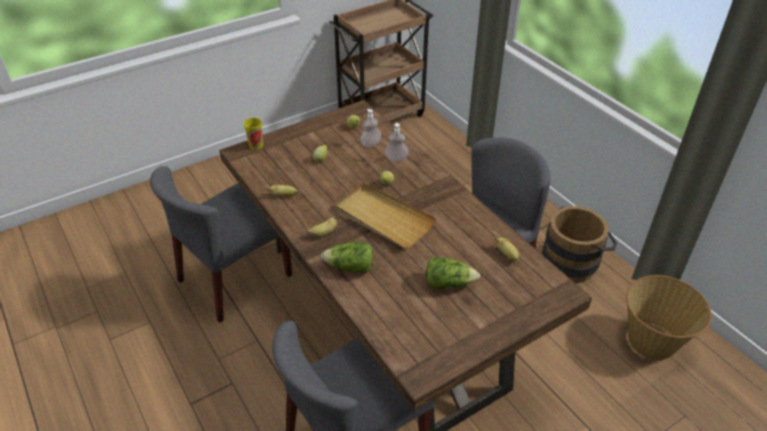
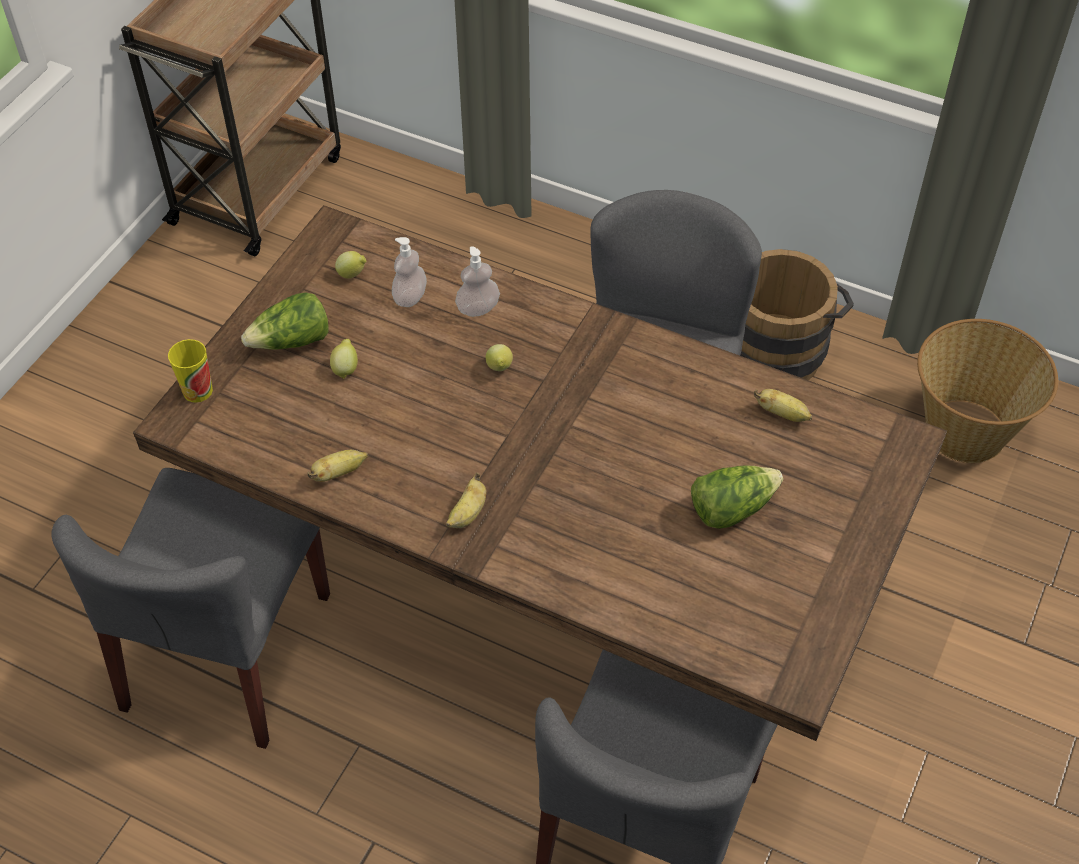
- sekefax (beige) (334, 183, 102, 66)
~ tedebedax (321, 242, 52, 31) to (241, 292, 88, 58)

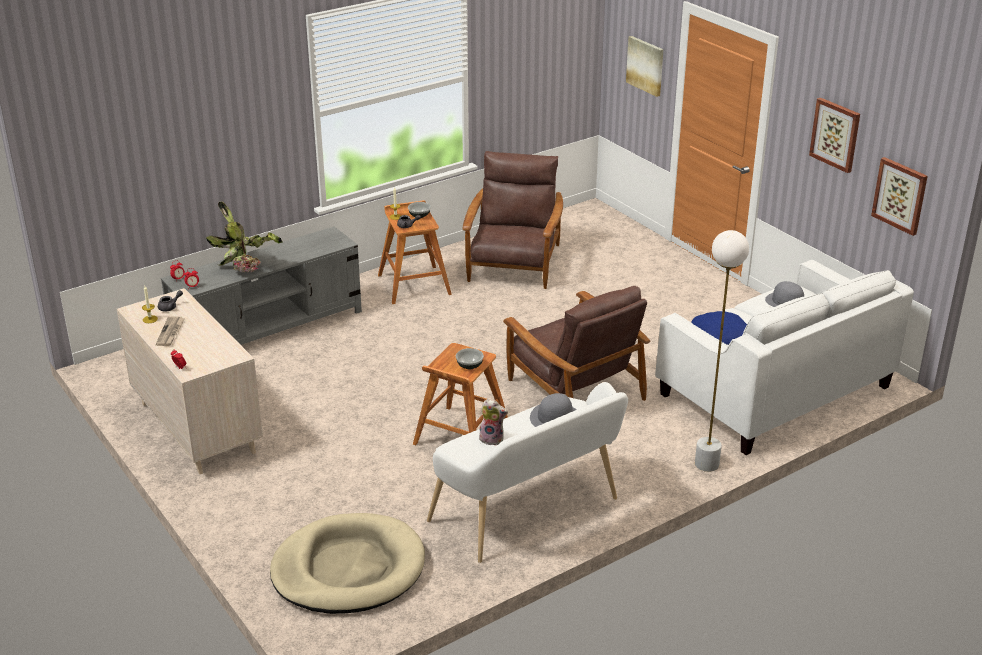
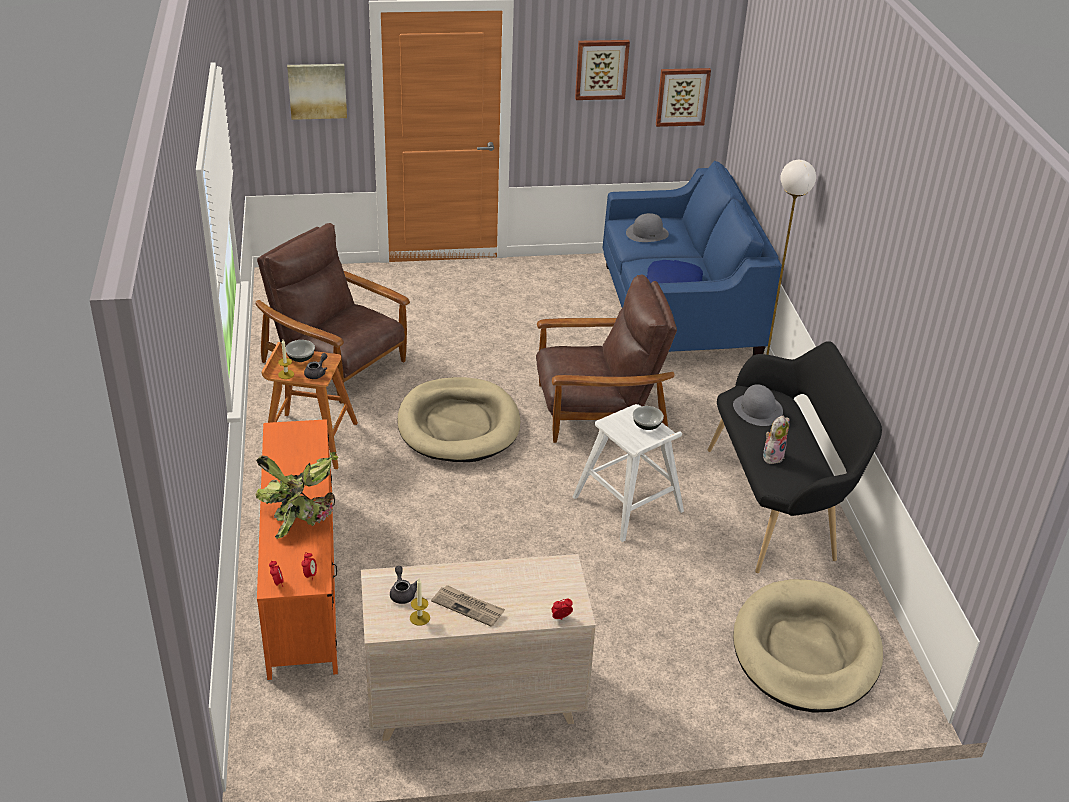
+ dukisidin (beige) (398, 377, 122, 85)
~ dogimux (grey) (161, 227, 201, 118) to dogimux (orange) (257, 419, 81, 261)
~ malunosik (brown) (413, 343, 95, 102) to malunosik (white) (573, 404, 111, 138)
~ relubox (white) (427, 382, 201, 181) to relubox (black) (708, 341, 174, 232)
~ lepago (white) (655, 260, 259, 195) to lepago (blue) (603, 161, 179, 194)

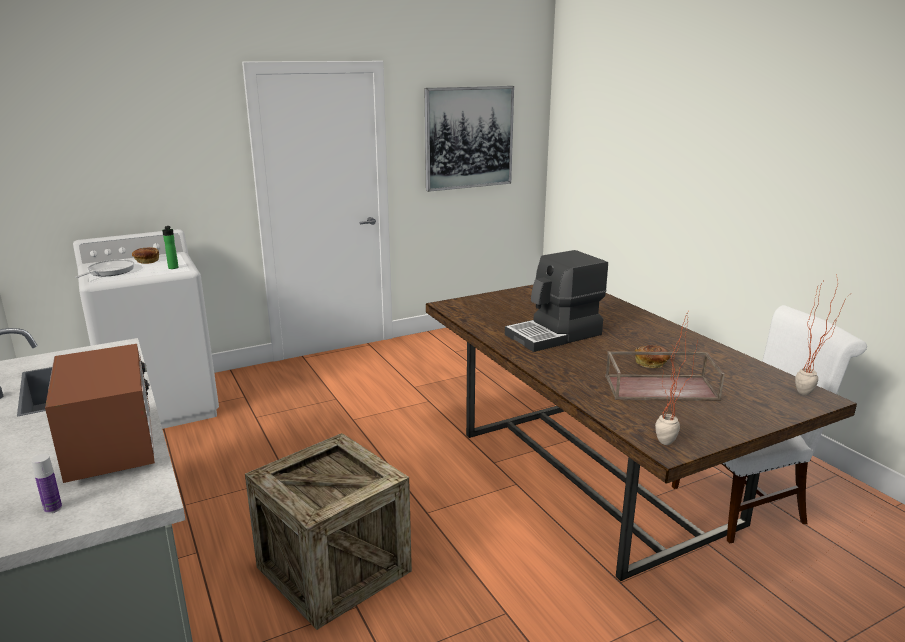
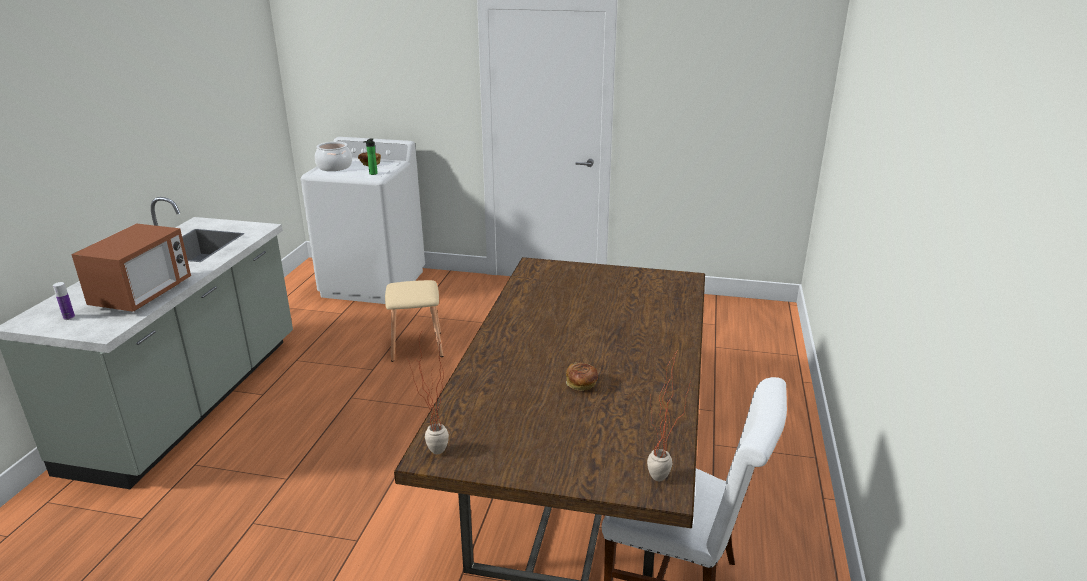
- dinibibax (245, 433, 167, 197)
- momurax (424, 86, 90, 106)
- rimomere (505, 250, 103, 102)
- sekefax (brown) (605, 351, 120, 50)
+ malunosik (beige) (385, 280, 59, 82)
~ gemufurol (75, 259, 59, 19) to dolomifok (315, 142, 37, 29)

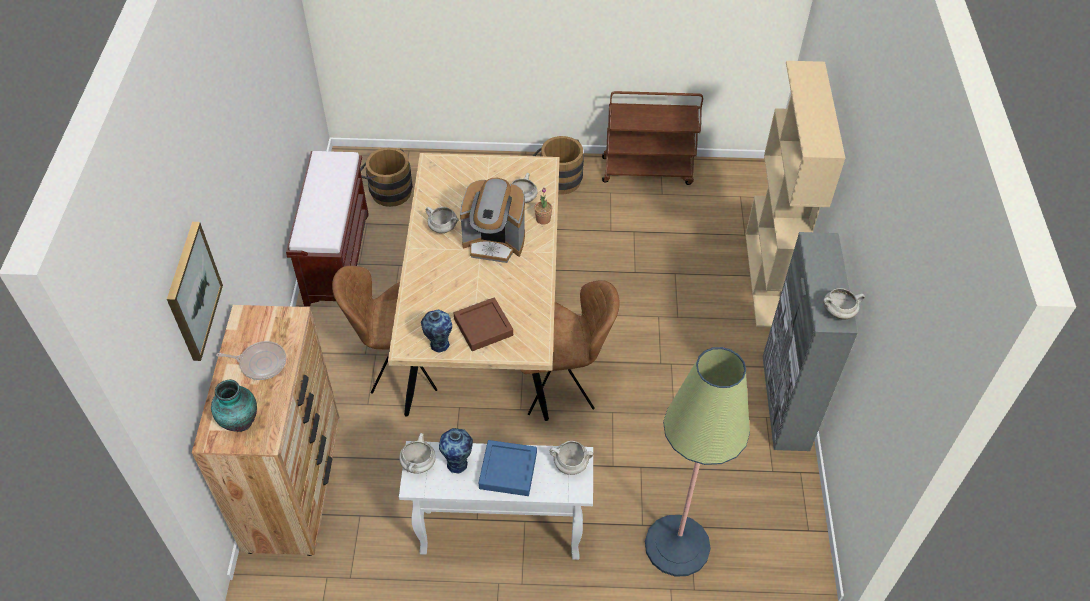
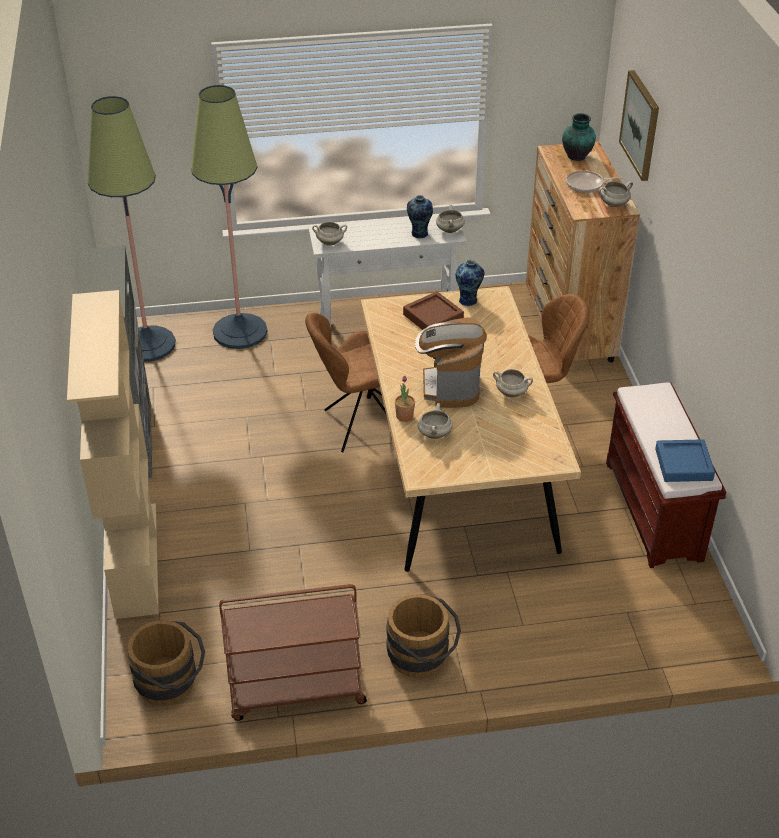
+ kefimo (88, 96, 88, 266)
~ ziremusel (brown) (360, 147, 53, 60) to (127, 620, 78, 85)
~ sekefax (blue) (479, 440, 58, 56) to (655, 439, 60, 43)
~ dolomifok (white) (823, 288, 42, 32) to (599, 181, 34, 26)
~ rimomere (460, 178, 65, 85) = (415, 317, 72, 91) 90 degrees counterclockwise

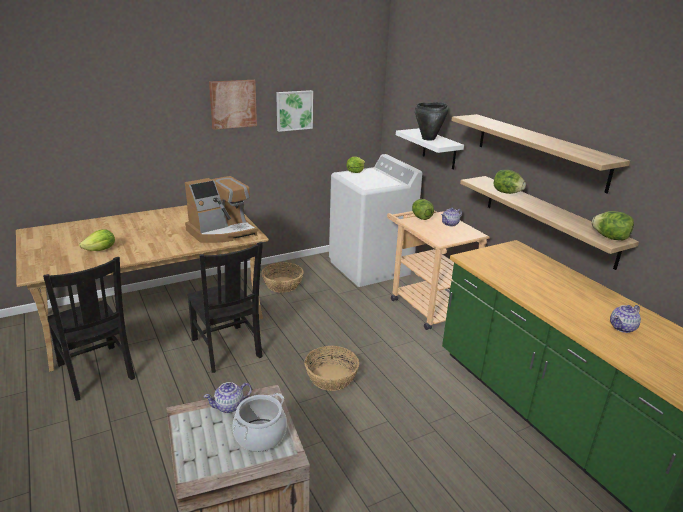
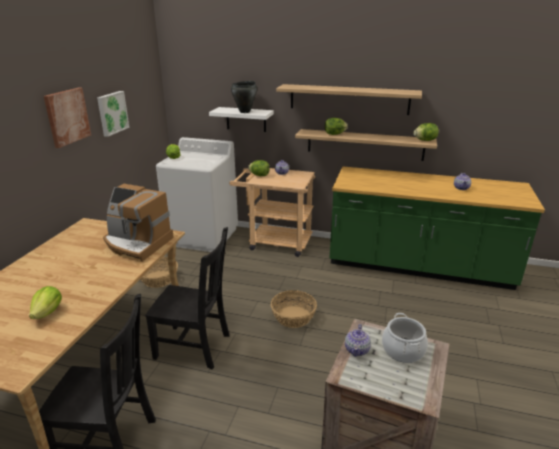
~ rimomere (185, 176, 74, 67) = (103, 184, 71, 78) 105 degrees clockwise

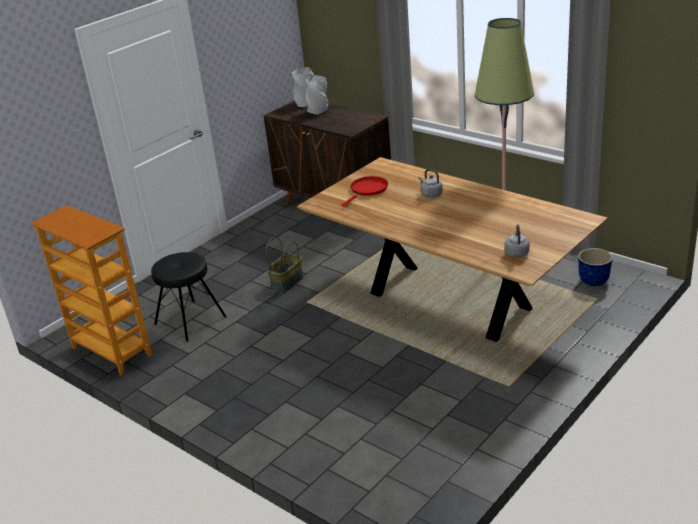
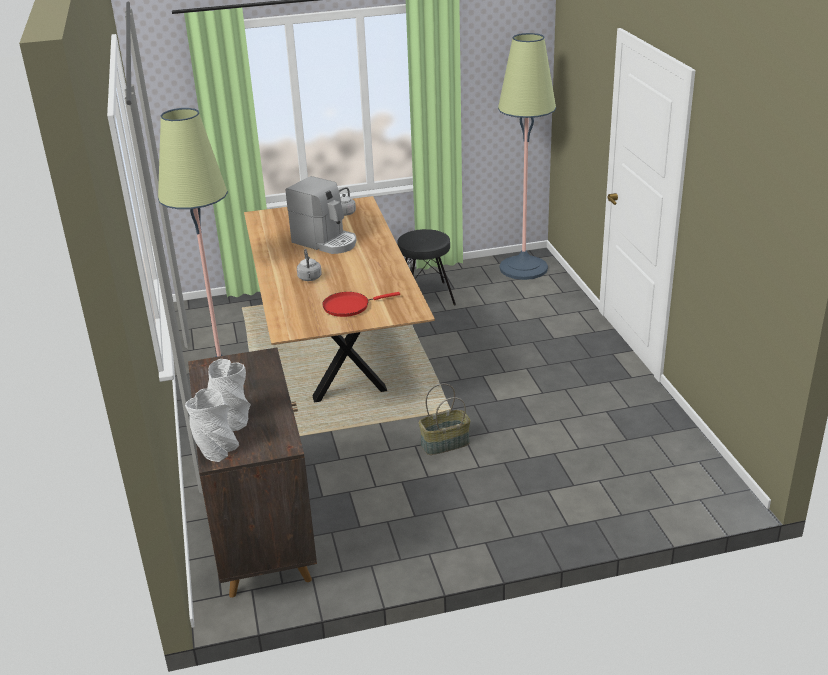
- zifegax (30, 205, 122, 170)
- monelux (578, 248, 35, 38)
+ rimomere (286, 176, 70, 78)
+ kefimo (498, 33, 58, 247)
~ malunosik (black) (151, 252, 76, 90) to (397, 229, 59, 76)

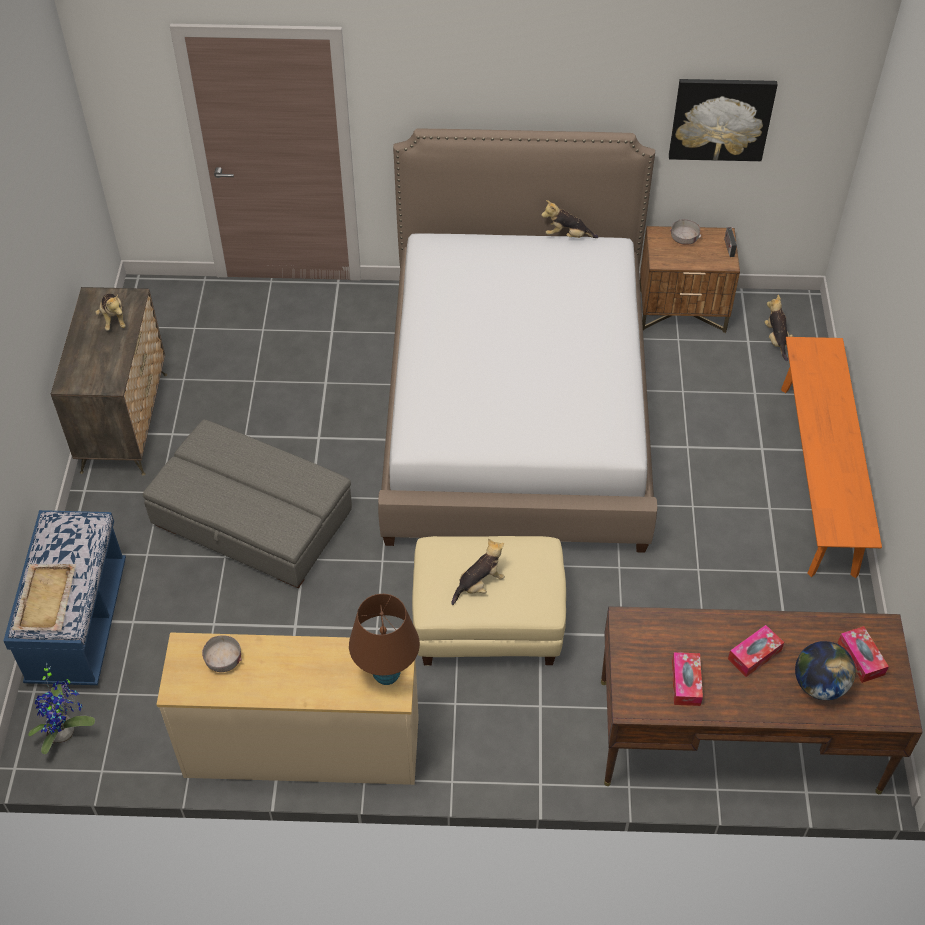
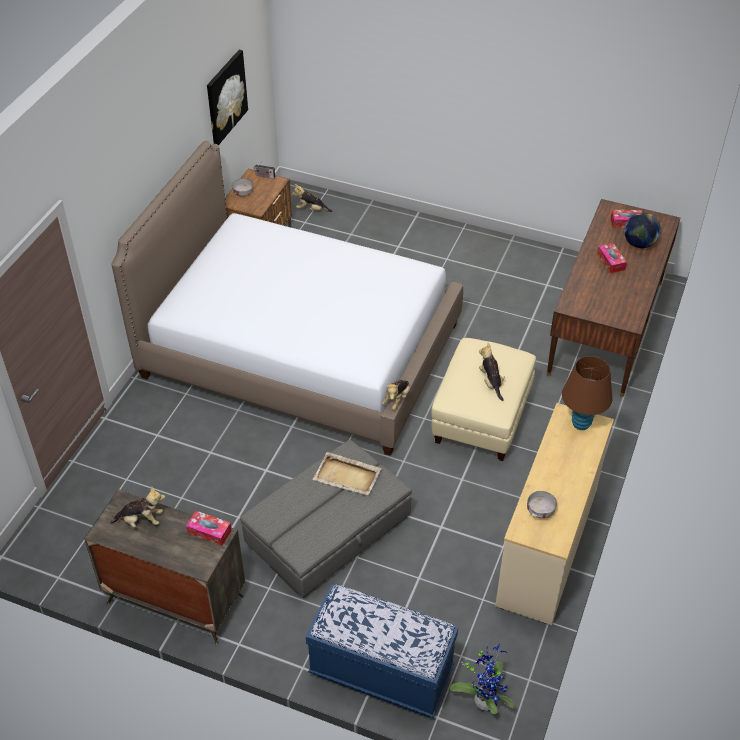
- relubox (orange) (781, 337, 101, 241)
~ sekefax (beige) (12, 564, 64, 67) to (313, 452, 68, 43)
~ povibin (541, 200, 57, 38) to (382, 380, 28, 30)
~ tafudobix (672, 652, 31, 54) to (186, 511, 46, 35)

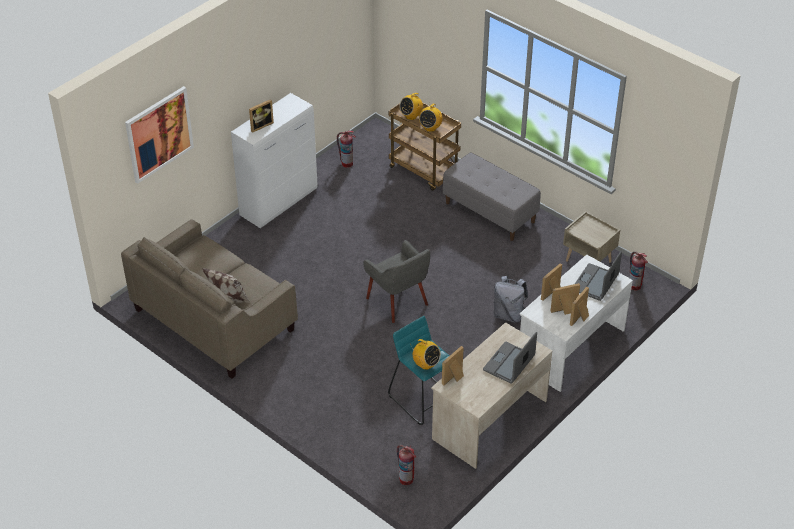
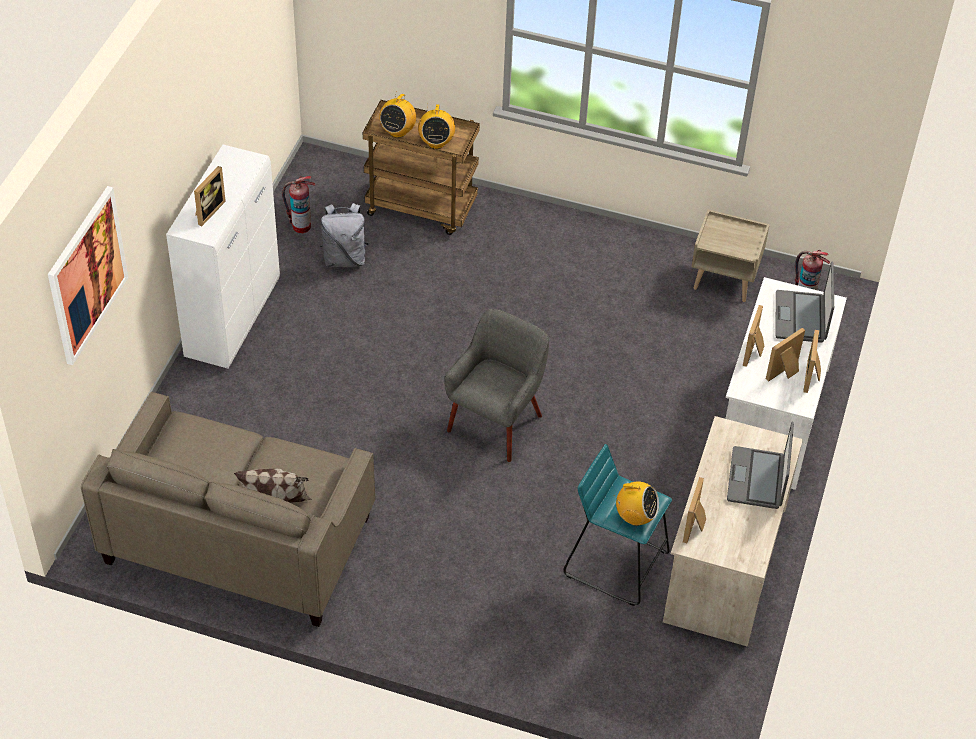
- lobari (397, 444, 20, 41)
- relubox (grey) (443, 152, 98, 89)
~ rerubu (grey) (493, 276, 35, 47) to (320, 203, 49, 64)
~ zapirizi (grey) (363, 240, 67, 83) = (445, 309, 104, 153) 90 degrees counterclockwise

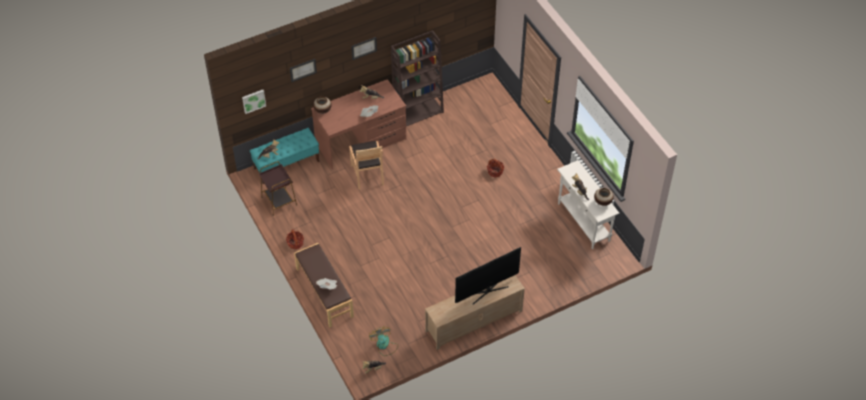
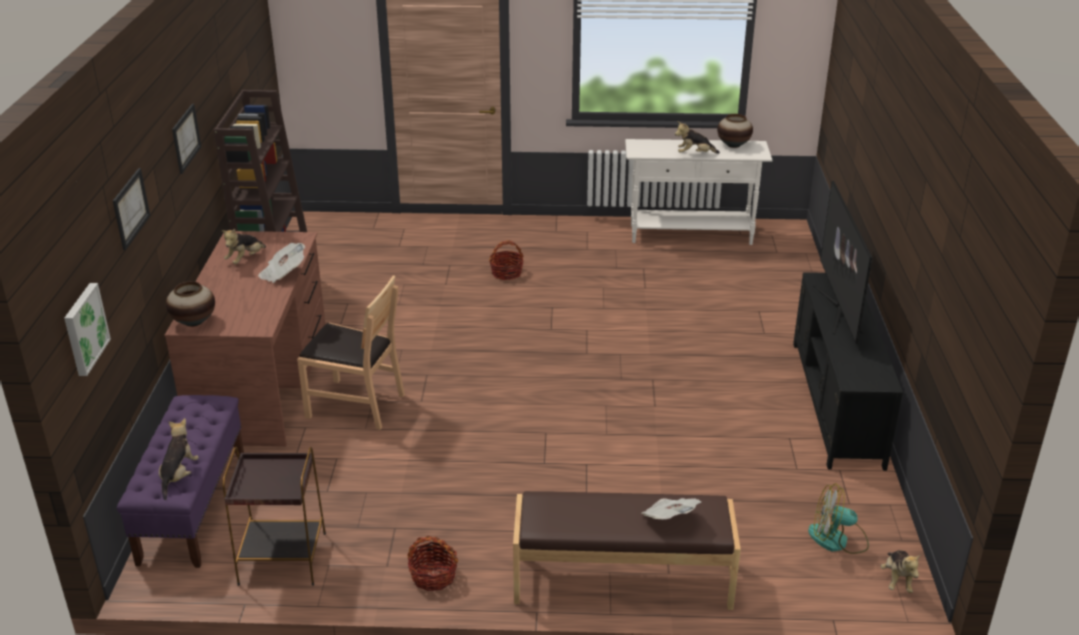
~ relubox (turquoise) (250, 128, 70, 56) to relubox (purple) (117, 395, 127, 173)
~ dogimux (beige) (425, 275, 100, 75) to dogimux (black) (793, 272, 110, 199)

